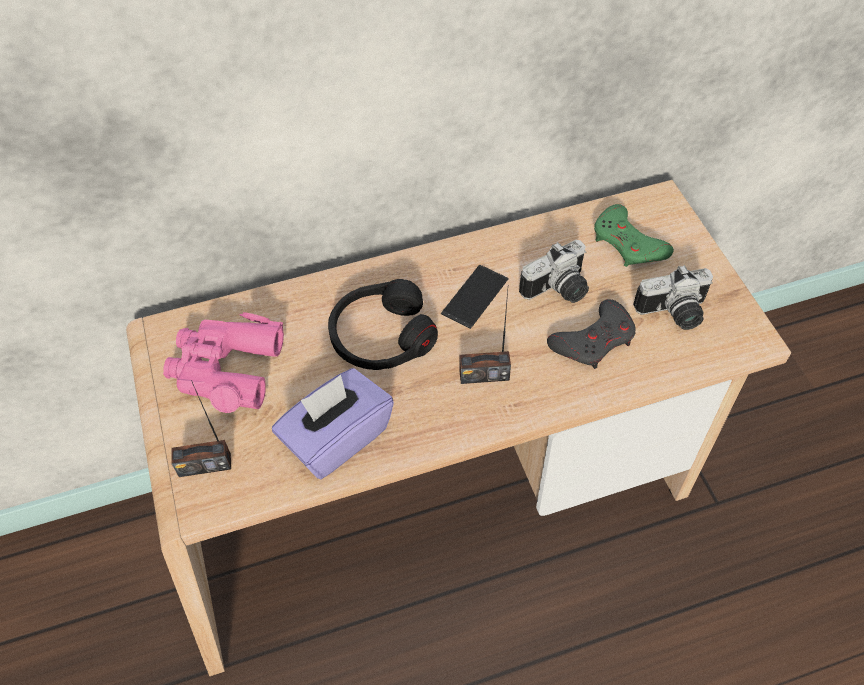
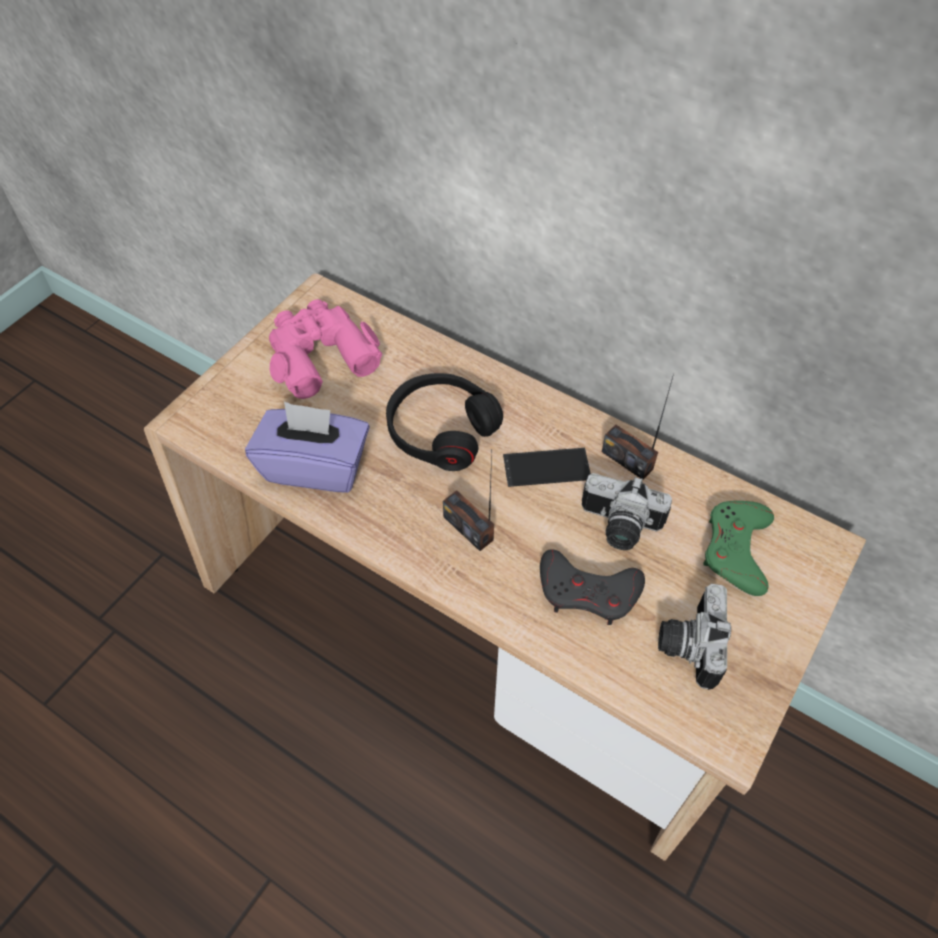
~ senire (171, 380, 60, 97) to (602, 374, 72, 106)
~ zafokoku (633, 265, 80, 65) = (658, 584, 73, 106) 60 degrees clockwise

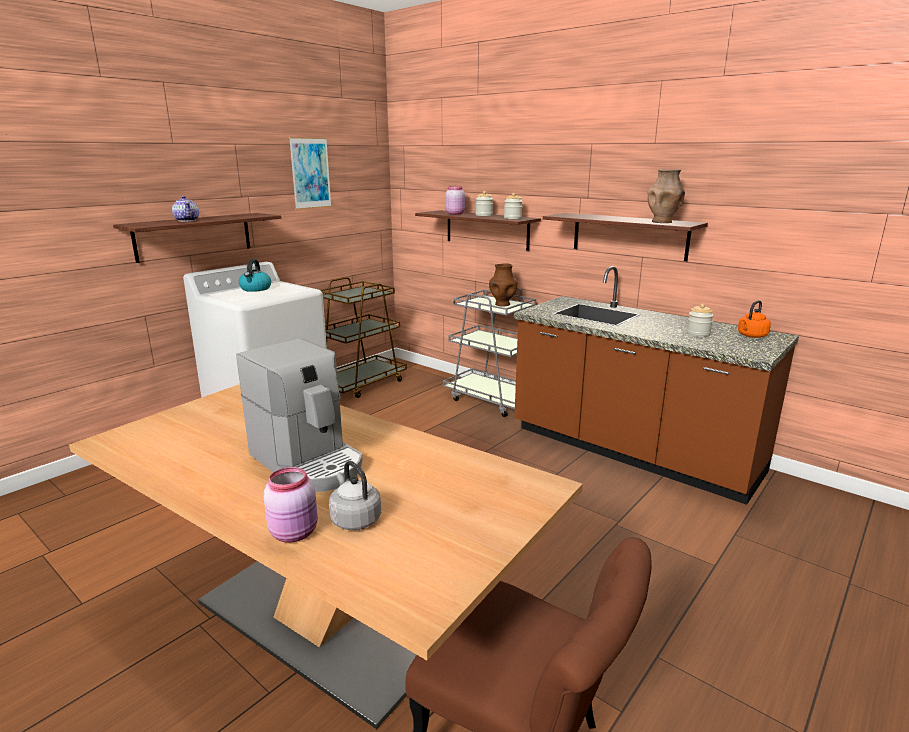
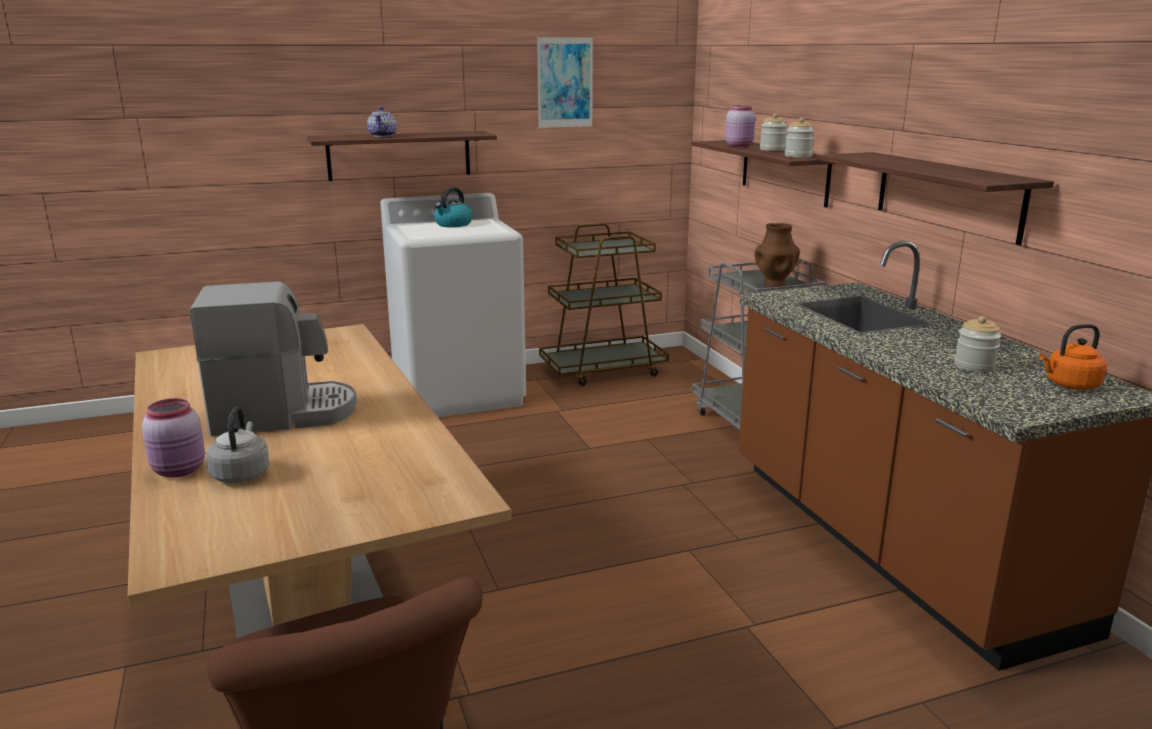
- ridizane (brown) (648, 169, 37, 54)
~ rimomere (236, 339, 127, 153) = (190, 281, 167, 155) 90 degrees counterclockwise

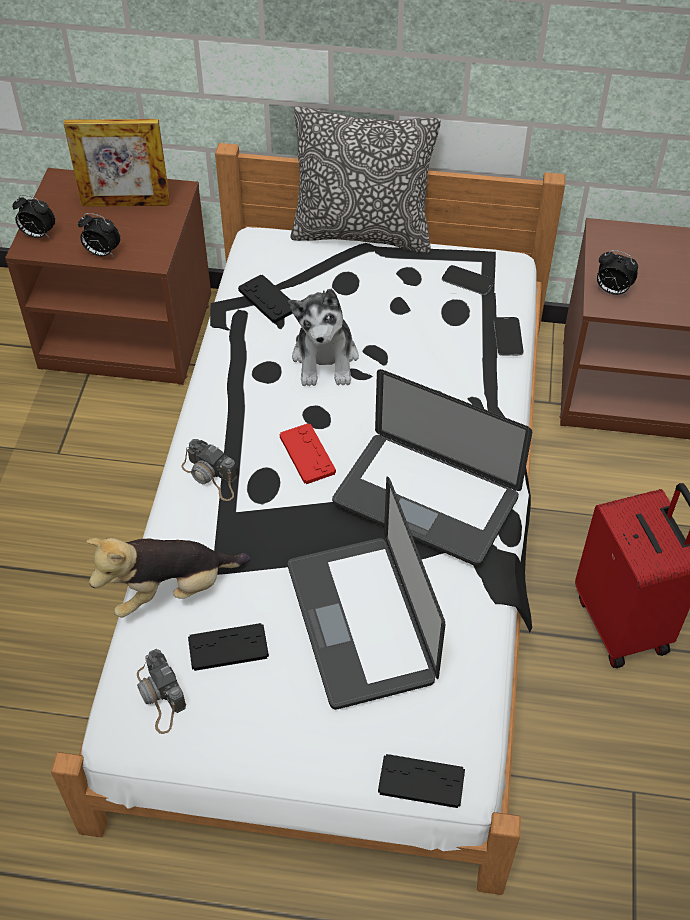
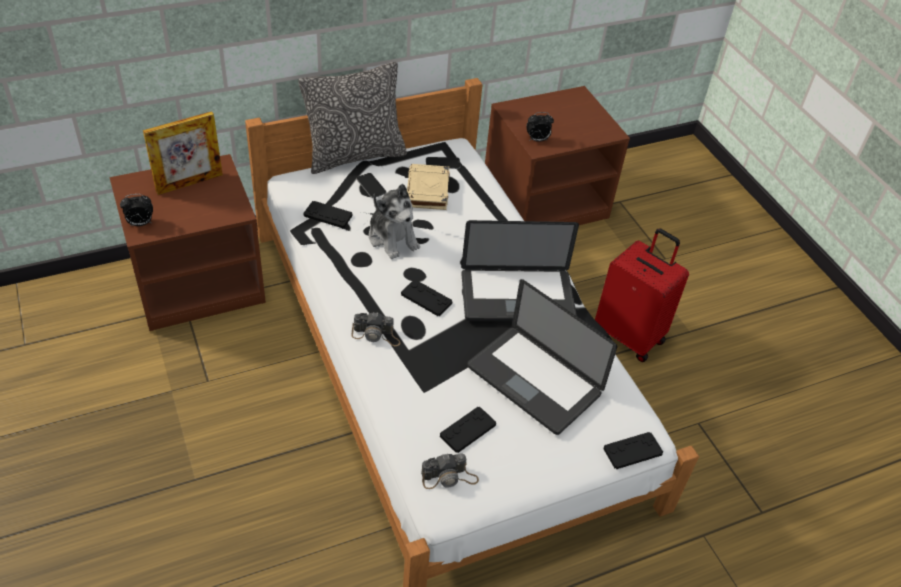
- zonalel (78, 213, 42, 44)
- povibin (87, 538, 163, 79)
+ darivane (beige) (407, 164, 43, 46)
~ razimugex (494, 317, 30, 39) to (356, 173, 30, 25)
~ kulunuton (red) (280, 423, 56, 61) to kulunuton (black) (401, 280, 51, 36)
~ zafokoku (137, 649, 49, 85) = (421, 453, 58, 36) 45 degrees counterclockwise

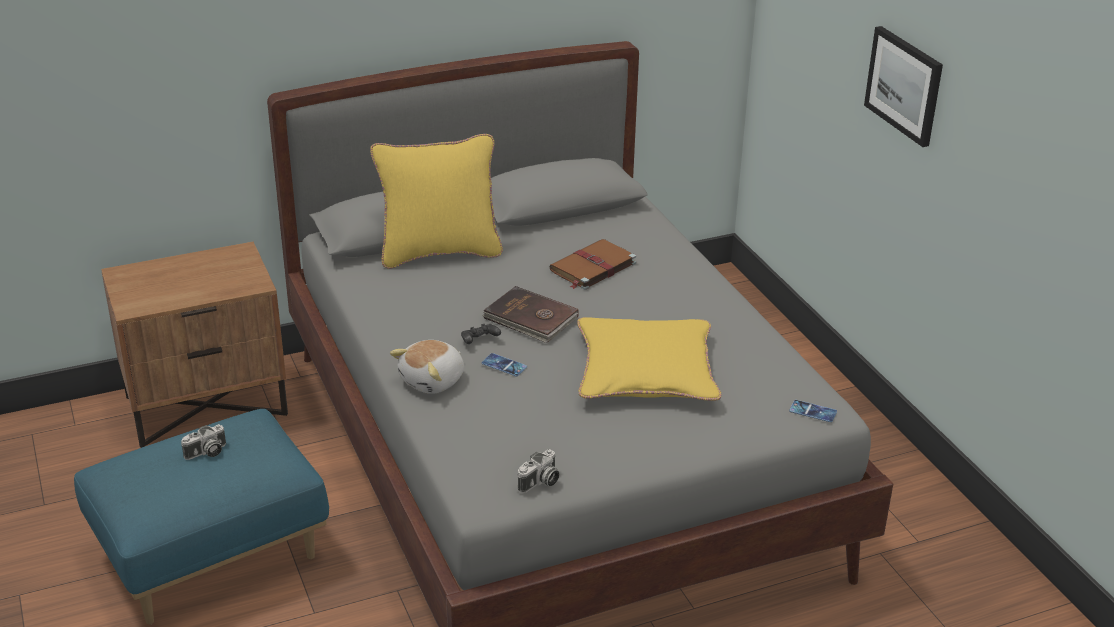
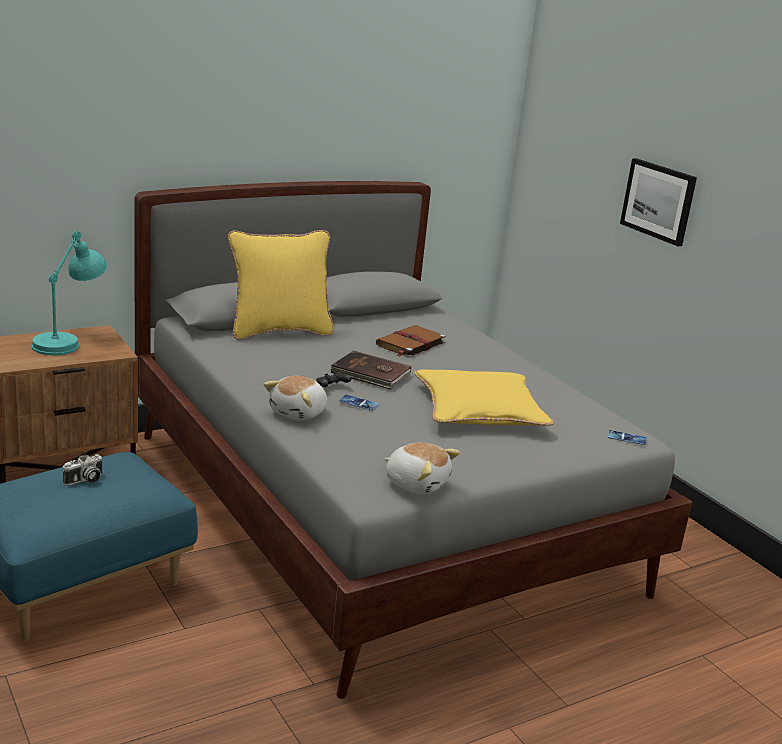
+ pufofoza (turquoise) (32, 231, 76, 124)
~ zafokoku (518, 449, 41, 44) to povibin (384, 443, 76, 52)

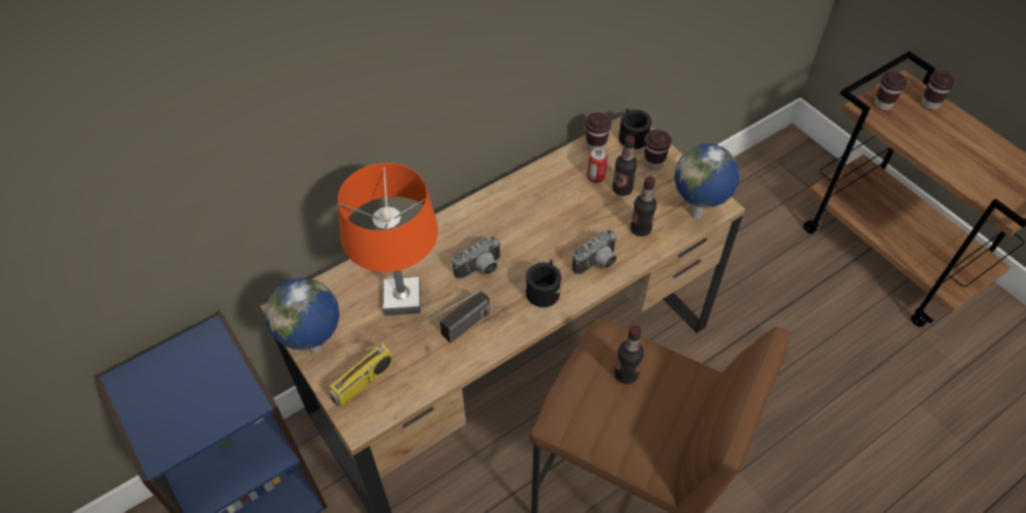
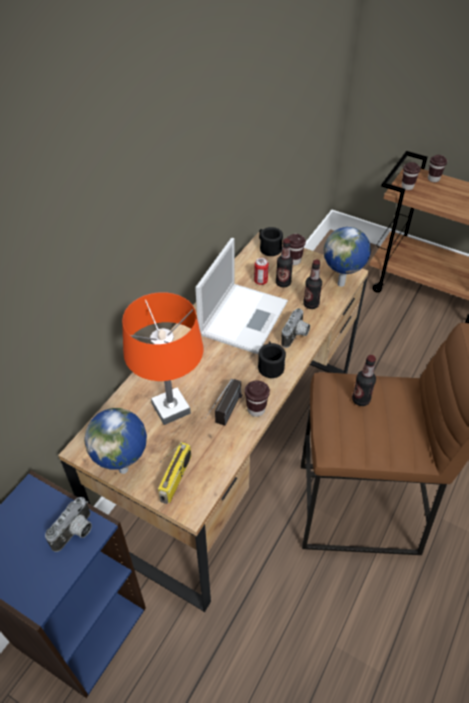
+ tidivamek (195, 238, 93, 116)
~ zafokoku (452, 236, 49, 43) to (45, 497, 47, 55)
~ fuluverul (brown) (585, 113, 27, 38) to (245, 381, 25, 36)

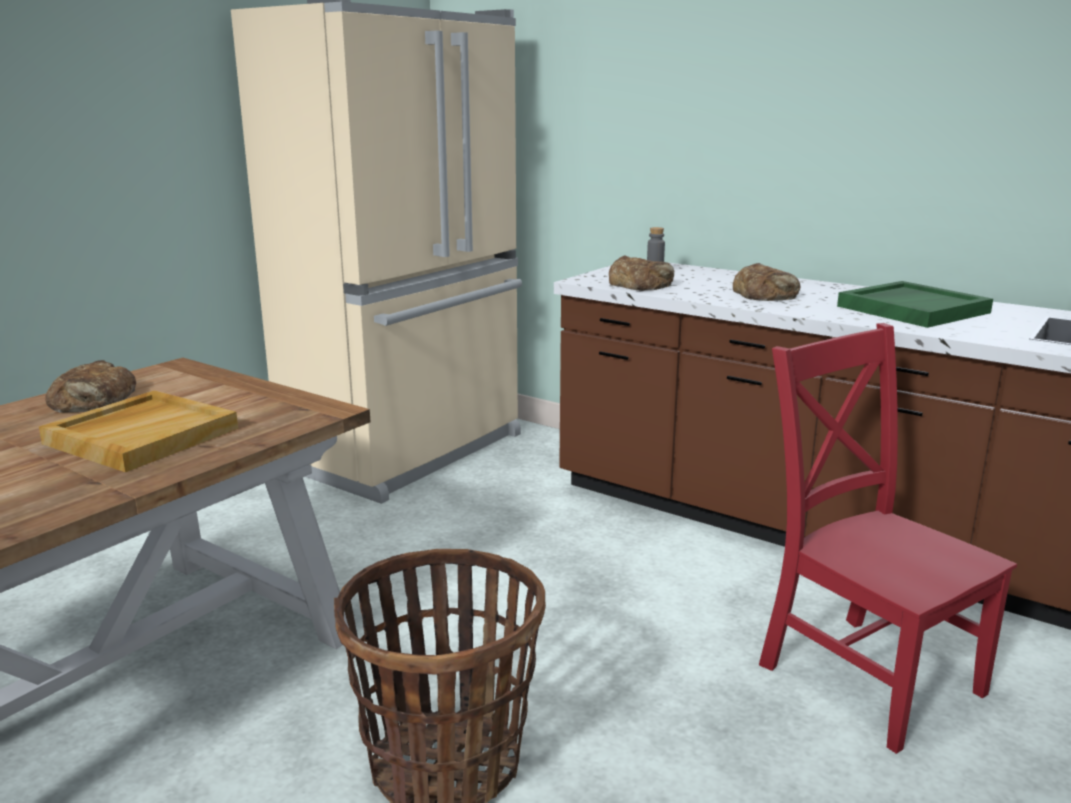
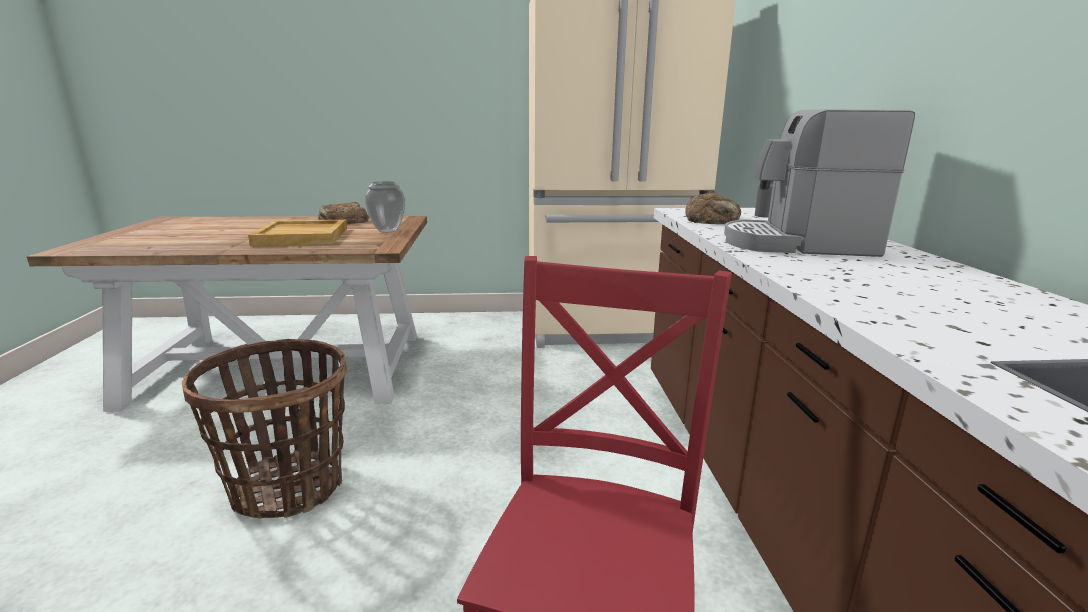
- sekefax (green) (837, 281, 156, 47)
+ ridizane (365, 181, 40, 52)
~ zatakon (733, 263, 67, 38) to rimomere (724, 109, 191, 148)

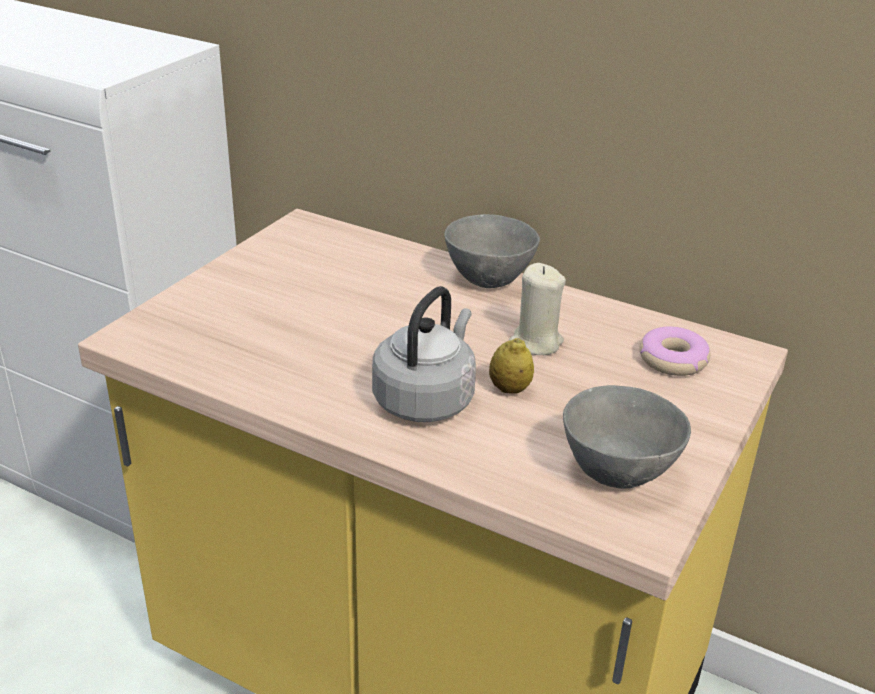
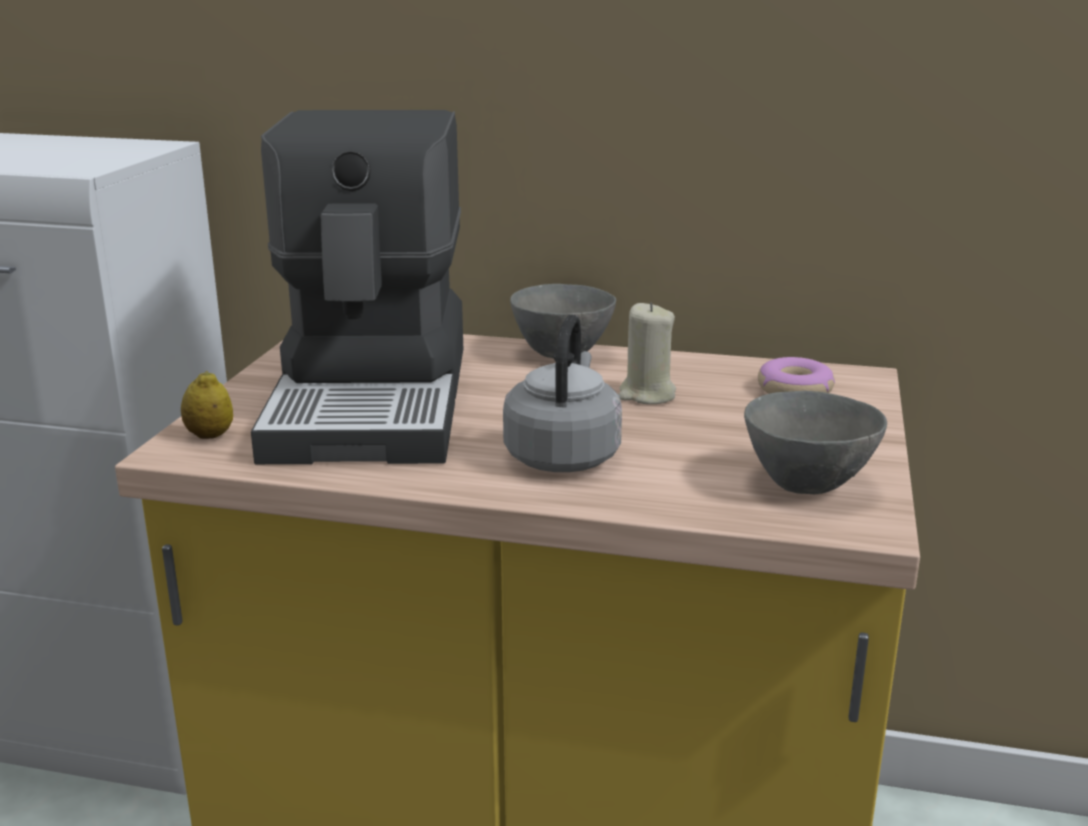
+ rimomere (251, 110, 212, 354)
~ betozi (489, 338, 45, 56) to (181, 371, 52, 68)

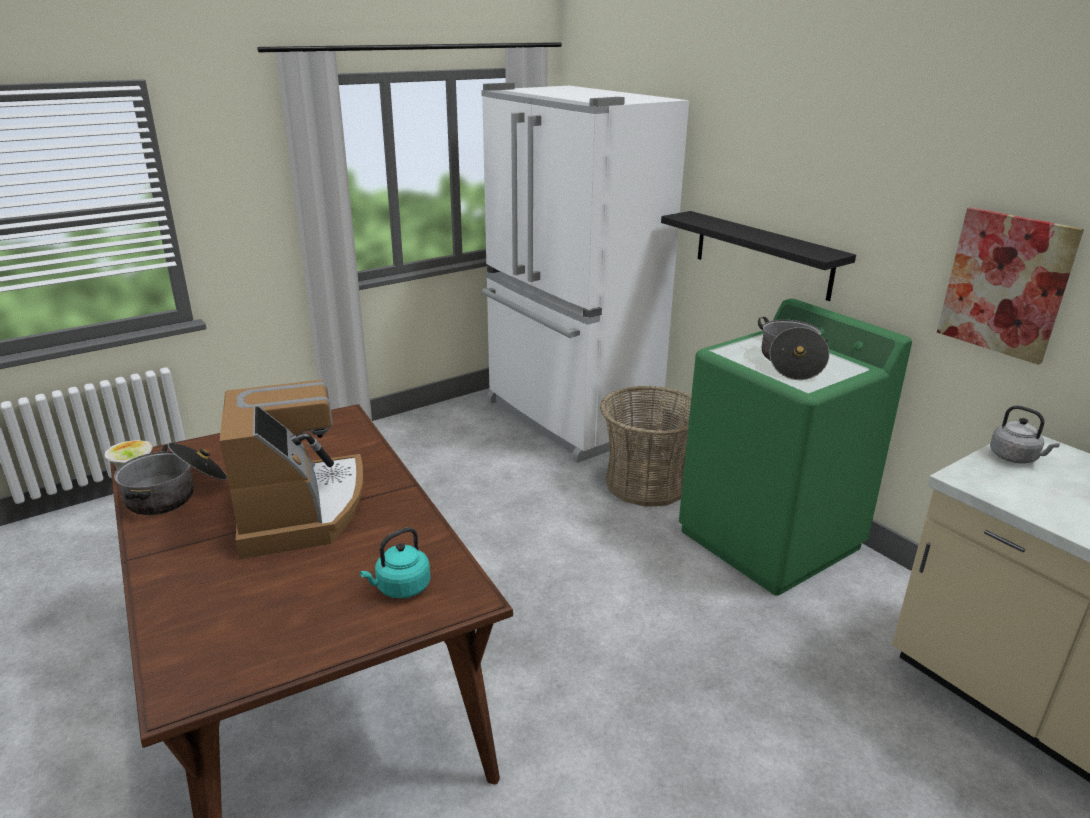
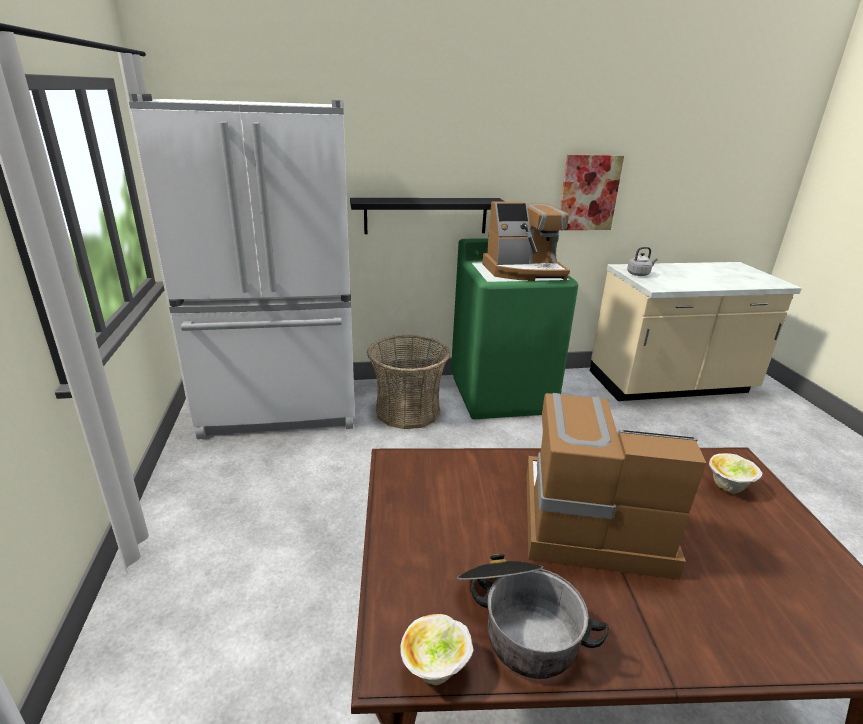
~ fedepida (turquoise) (360, 527, 70, 71) to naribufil (709, 453, 53, 41)
~ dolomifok (758, 317, 71, 63) to rimomere (482, 202, 88, 79)

